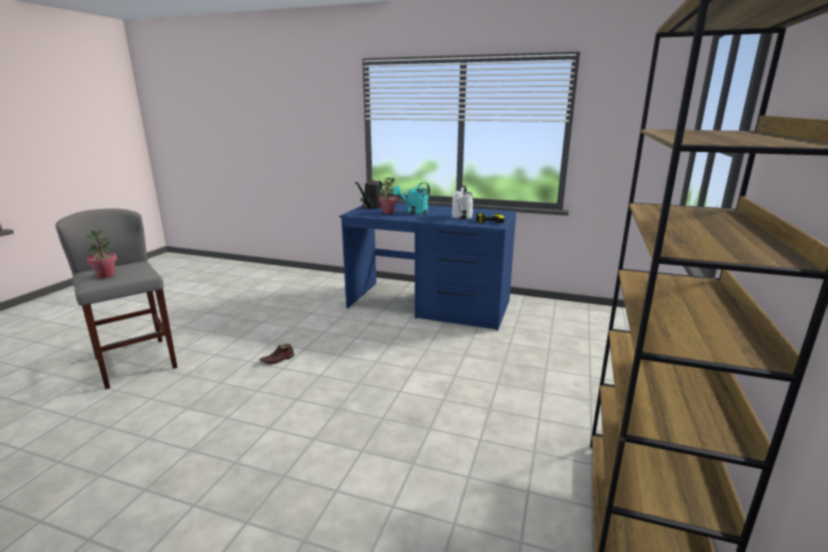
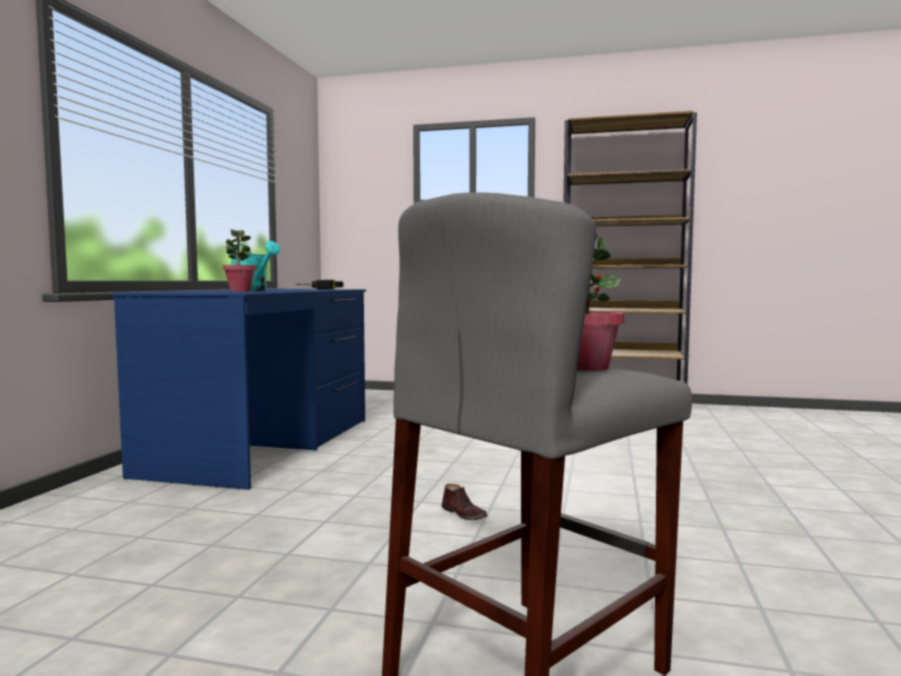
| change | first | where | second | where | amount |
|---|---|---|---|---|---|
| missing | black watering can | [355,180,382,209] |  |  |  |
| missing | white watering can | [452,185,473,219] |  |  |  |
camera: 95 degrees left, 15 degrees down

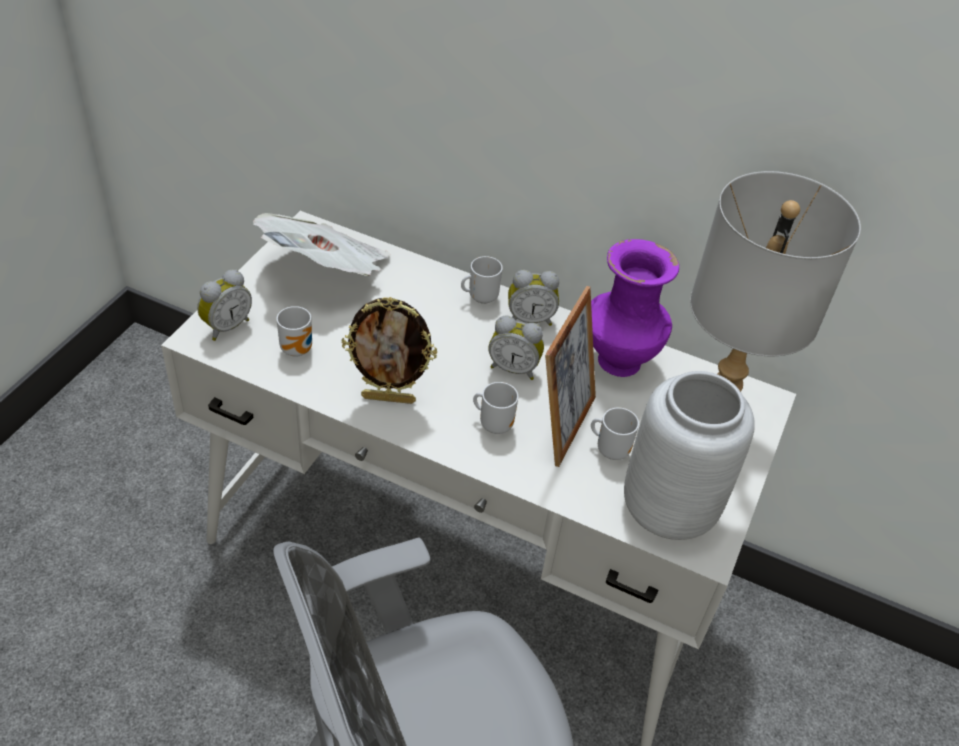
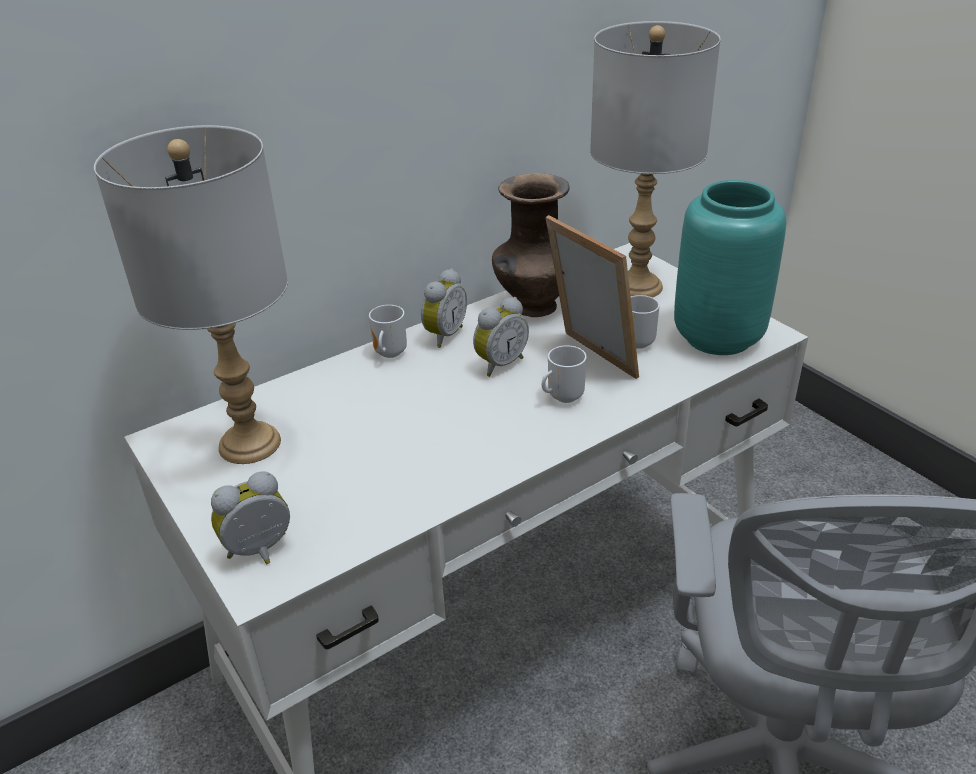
| change | first | where | second | where | amount |
|---|---|---|---|---|---|
| missing | mug | [276,306,312,357] |  |  |  |
| missing | picture frame | [342,297,437,404] |  |  |  |
| exchanged | newspaper | [253,213,391,276] | grey table lamp | [94,125,288,464] |  |
| colour | purple vase | [591,239,679,377] | brown vase | [492,173,570,317] |  |
| colour | grey vase | [624,371,755,540] | turquoise vase | [674,180,786,355] |  |
| spun | alarm clock | [197,270,252,341] |  | [211,471,290,564] | 105 degrees counterclockwise |
camera: 55 degrees left, 10 degrees down

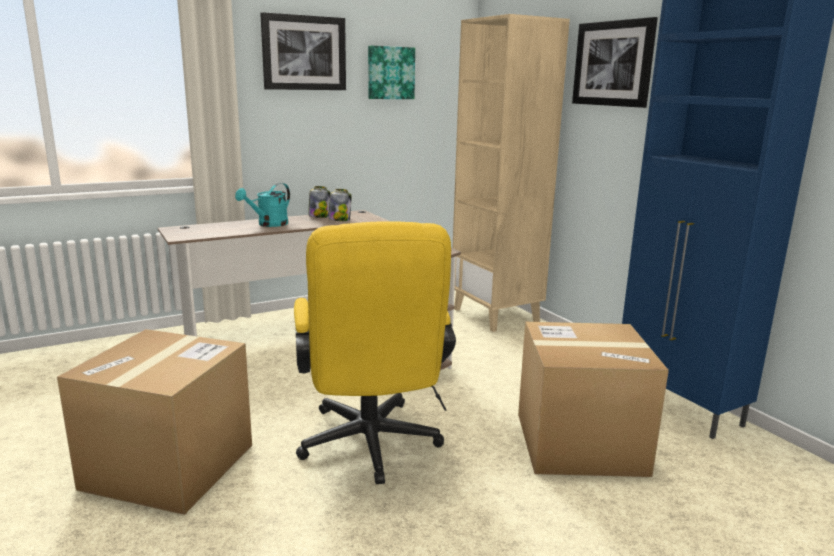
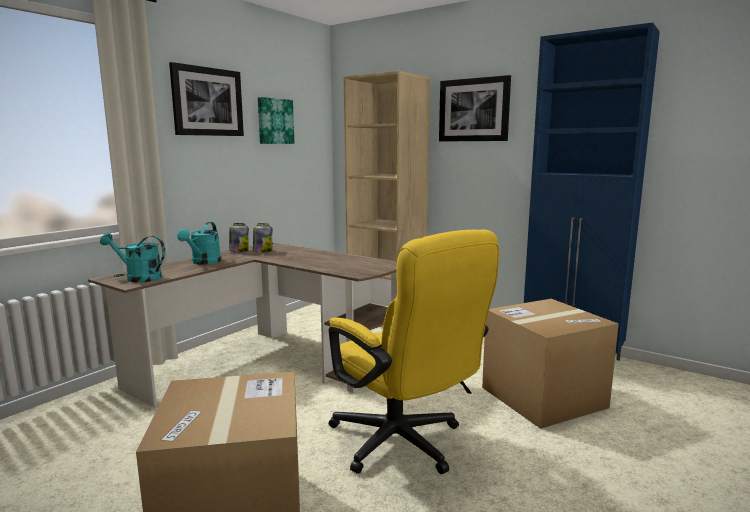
| change | first | where | second | where | amount |
|---|---|---|---|---|---|
| appeared |  |  | turquoise watering can | [100,233,165,283] |  |
camera: 25 degrees left, 5 degrees down

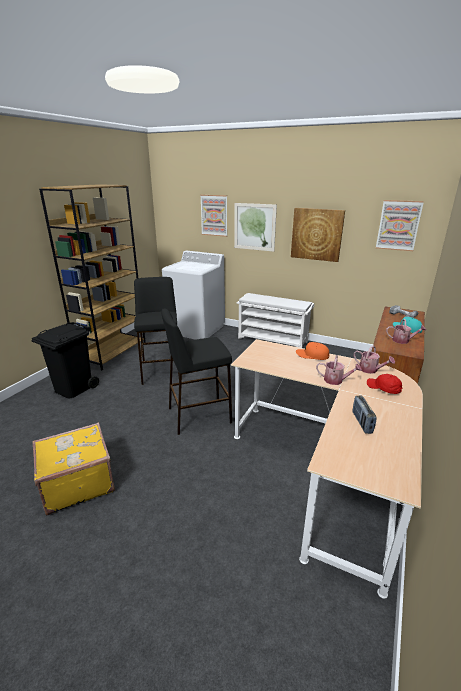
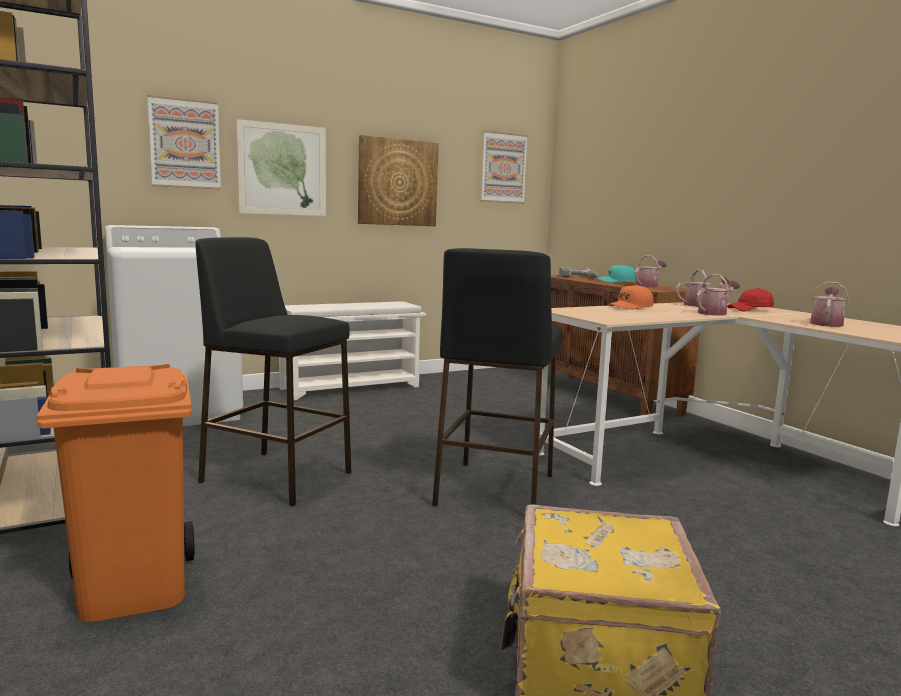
| change | first | where | second | where | amount |
|---|---|---|---|---|---|
| exchanged | radio | [352,395,377,434] | watering can | [810,282,849,327] |  |
| colour | black trash can | [32,322,99,398] | orange trash can | [37,364,195,622] |  |
camera: 55 degrees left, 15 degrees down

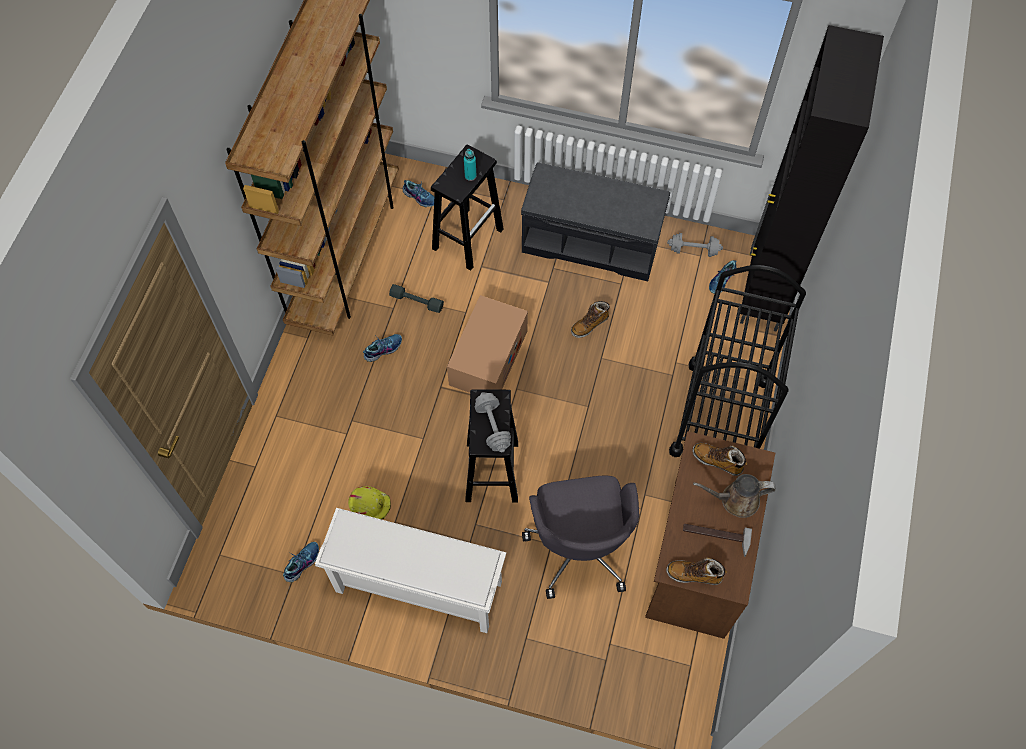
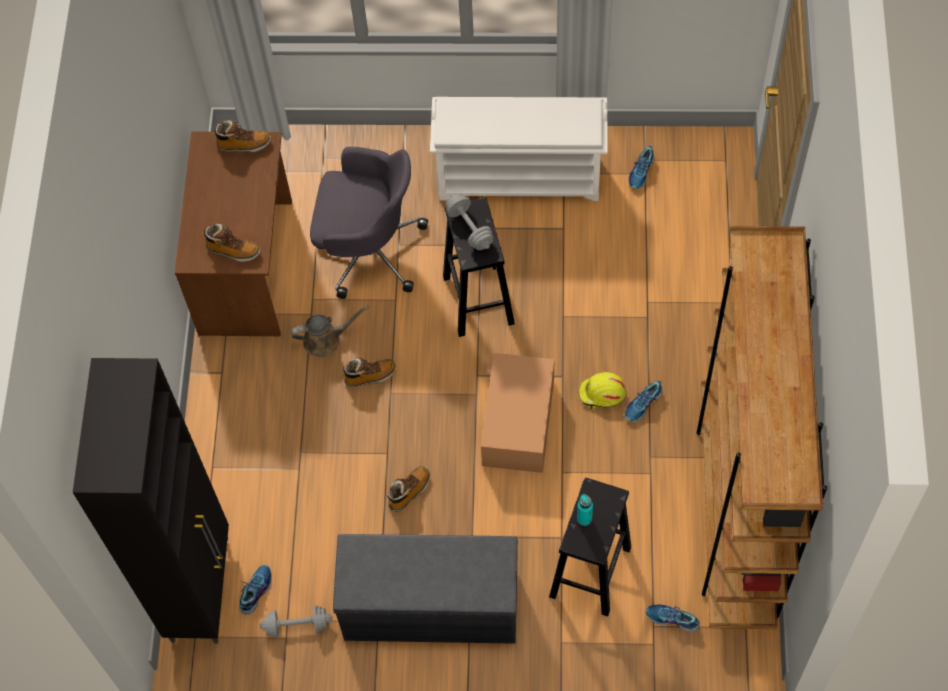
| change | first | where | second | where | amount |
|---|---|---|---|---|---|
| missing | grey dumbbell | [389,284,444,313] |  |  |  |
| missing | black cart | [669,265,806,457] |  |  |  |
| missing | hammer | [683,524,752,557] |  |  |  |
| appeared |  |  | boot | [342,357,396,387] |  |
| relocated | yellow hard hat | [348,486,391,519] |  | [578,372,626,409] |  |
| relocated | brown watering can | [693,474,776,518] |  | [291,306,369,357] |  |
| spun | grey office chair | [522,476,639,599] |  | [310,147,428,299] | 120 degrees clockwise |
camera: 170 degrees right, 0 degrees up

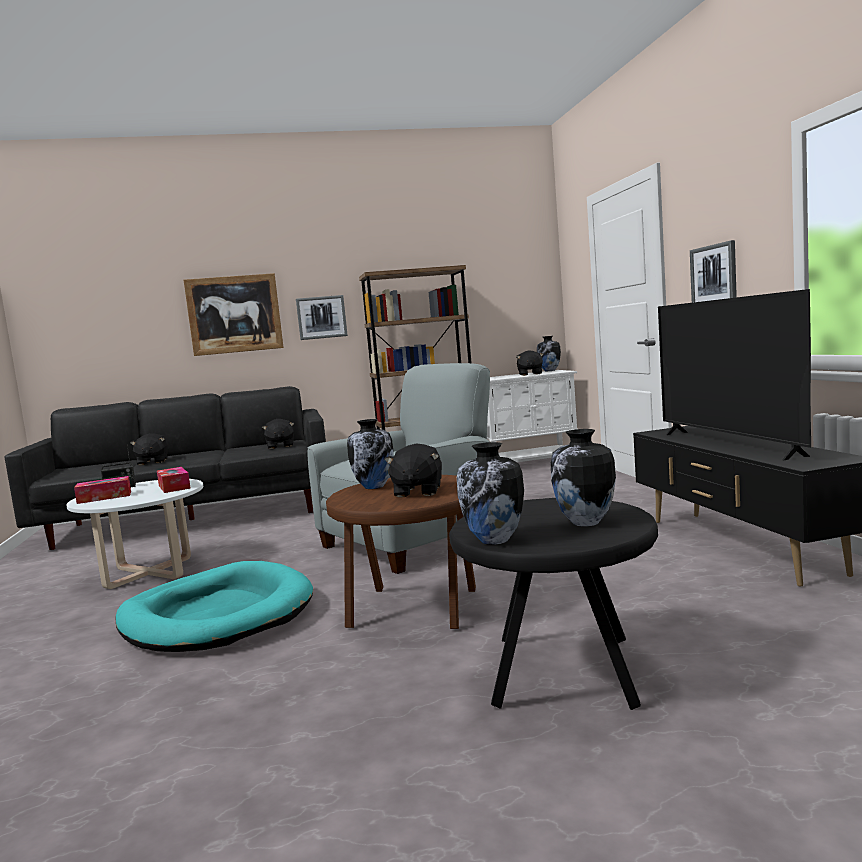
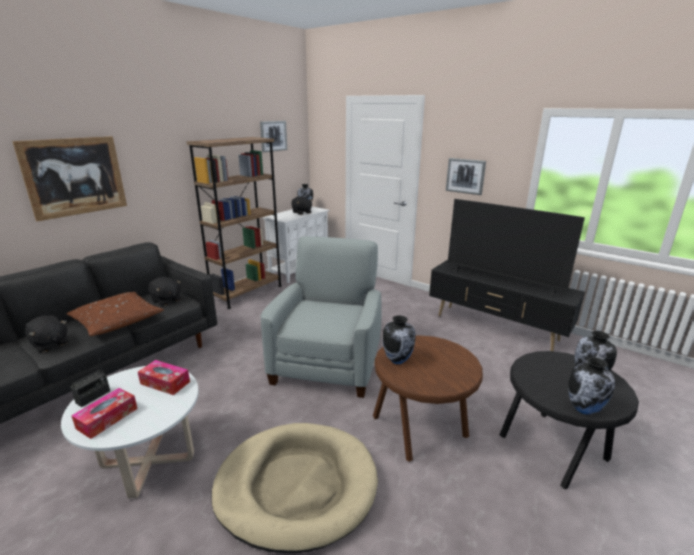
| change | first | where | second | where | amount |
|---|---|---|---|---|---|
| missing | black plush toy | [384,444,442,498] |  |  |  |
| appeared |  |  | brown pillow | [66,292,164,336] |  |
| relocated | picture | [296,295,348,340] |  | [260,121,287,152] |  |
| colour | turquoise dog bed | [116,561,313,652] | beige dog bed | [211,423,378,553] |  |
camera: 40 degrees left, 15 degrees up

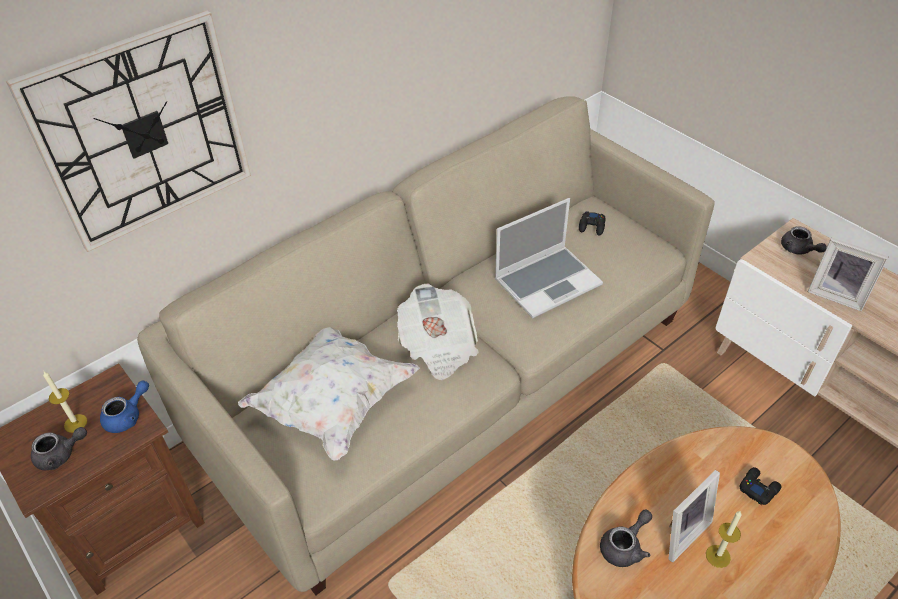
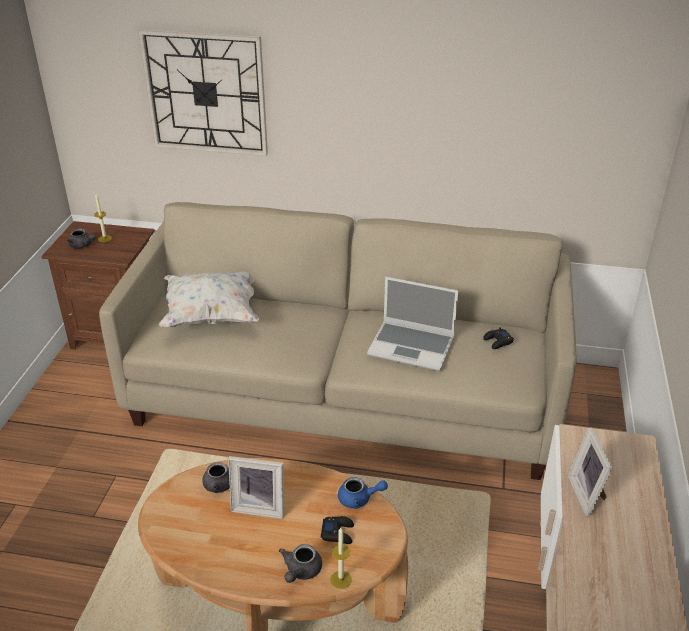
| change | first | where | second | where | amount |
|---|---|---|---|---|---|
| missing | newspaper | [397,284,479,380] |  |  |  |
| relocated | blue teapot | [100,380,149,433] |  | [338,477,388,509] |  |
| relocated | candle | [706,510,742,568] |  | [330,528,352,589] |  |
| relocated | grey teapot | [781,226,827,255] |  | [279,544,322,583] |  |
camera: 50 degrees right, 10 degrees down

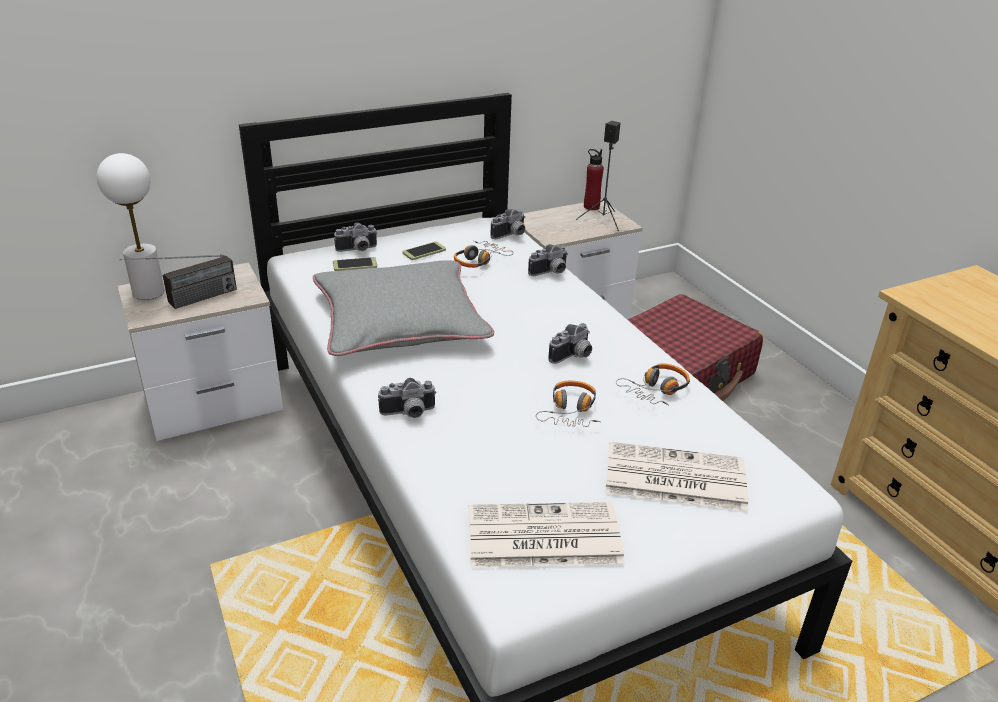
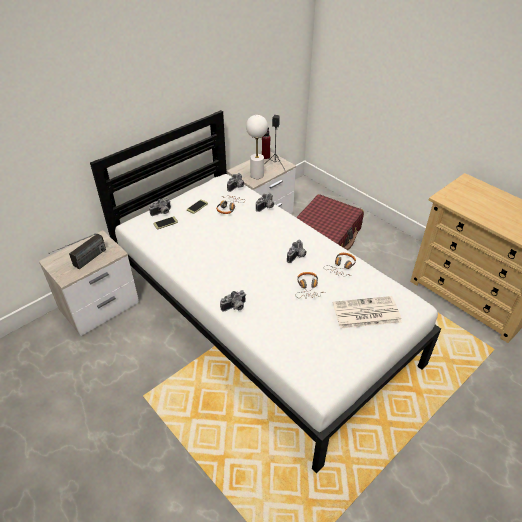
| change | first | where | second | where | amount |
|---|---|---|---|---|---|
| missing | grey pillow | [313,260,494,356] |  |  |  |
| missing | newspaper | [469,502,625,568] |  |  |  |
| relocated | white table lamp | [97,153,165,300] |  | [246,115,268,179] |  |
camera: 15 degrees left, 10 degrees up

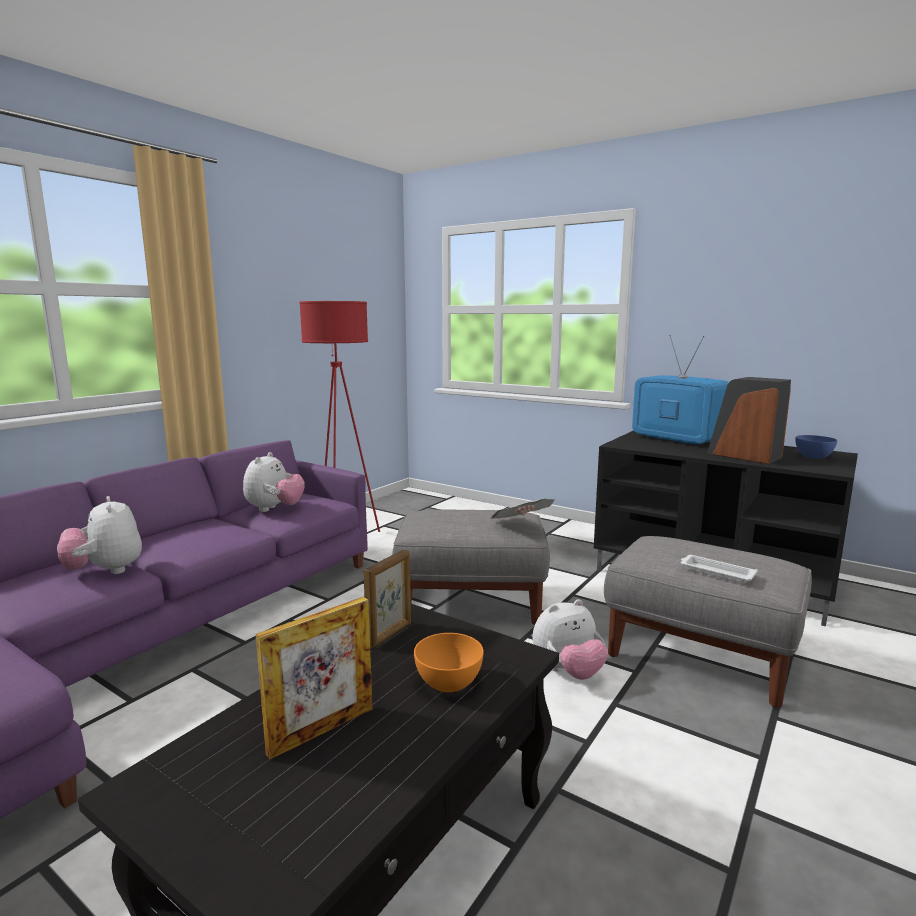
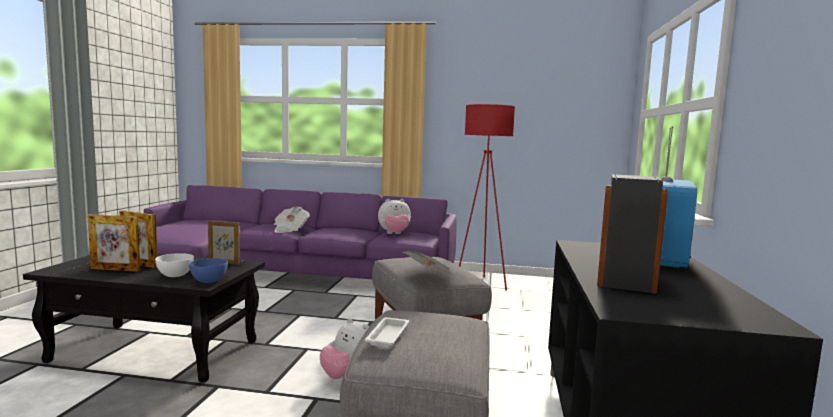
| change | first | where | second | where | amount |
|---|---|---|---|---|---|
| appeared |  |  | picture frame | [87,214,140,272] |  |
| relocated | blue bowl | [795,435,837,459] |  | [189,258,228,283] |  |
| exchanged | plush toy | [57,496,142,574] | newspaper | [274,207,310,233] |  |
| colour | orange bowl | [414,633,484,692] | white bowl | [155,253,194,277] |  |
camera: 65 degrees right, 5 degrees down

